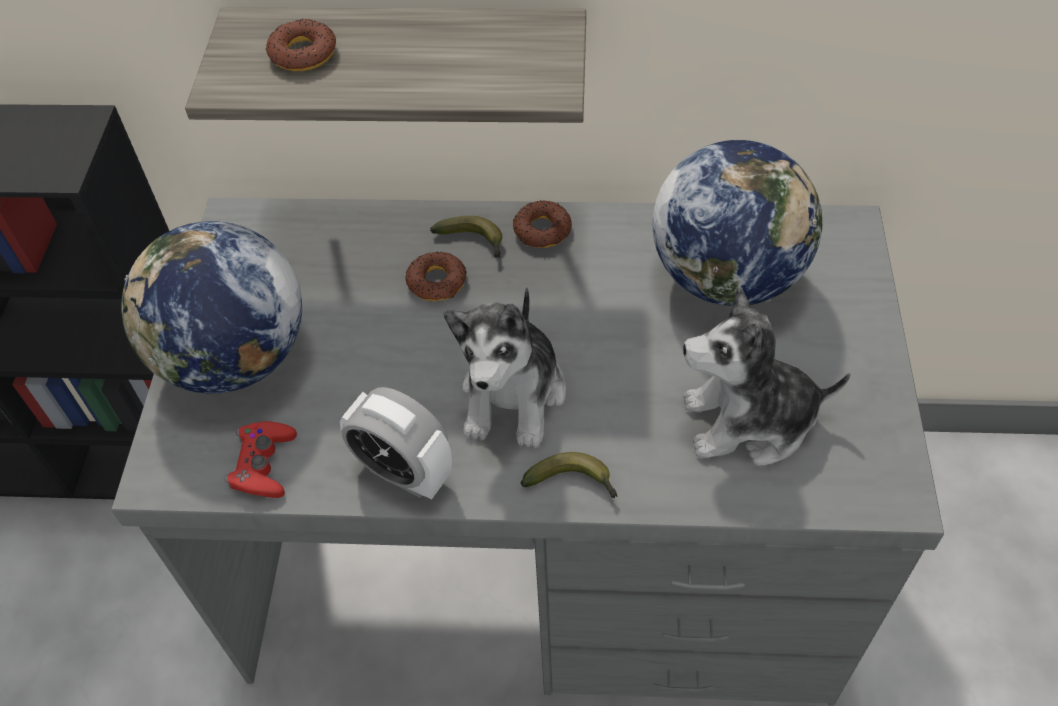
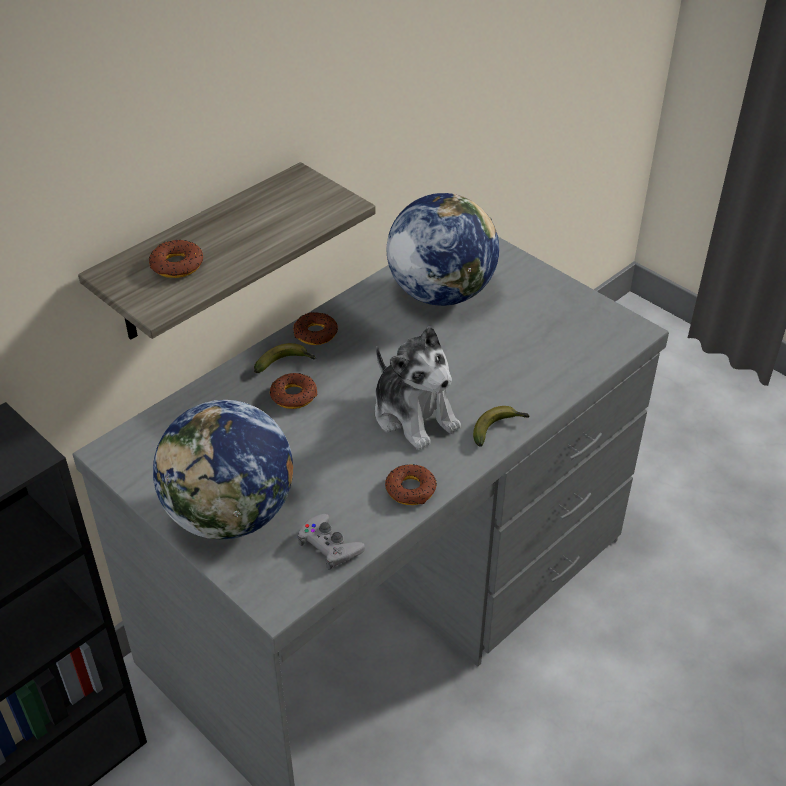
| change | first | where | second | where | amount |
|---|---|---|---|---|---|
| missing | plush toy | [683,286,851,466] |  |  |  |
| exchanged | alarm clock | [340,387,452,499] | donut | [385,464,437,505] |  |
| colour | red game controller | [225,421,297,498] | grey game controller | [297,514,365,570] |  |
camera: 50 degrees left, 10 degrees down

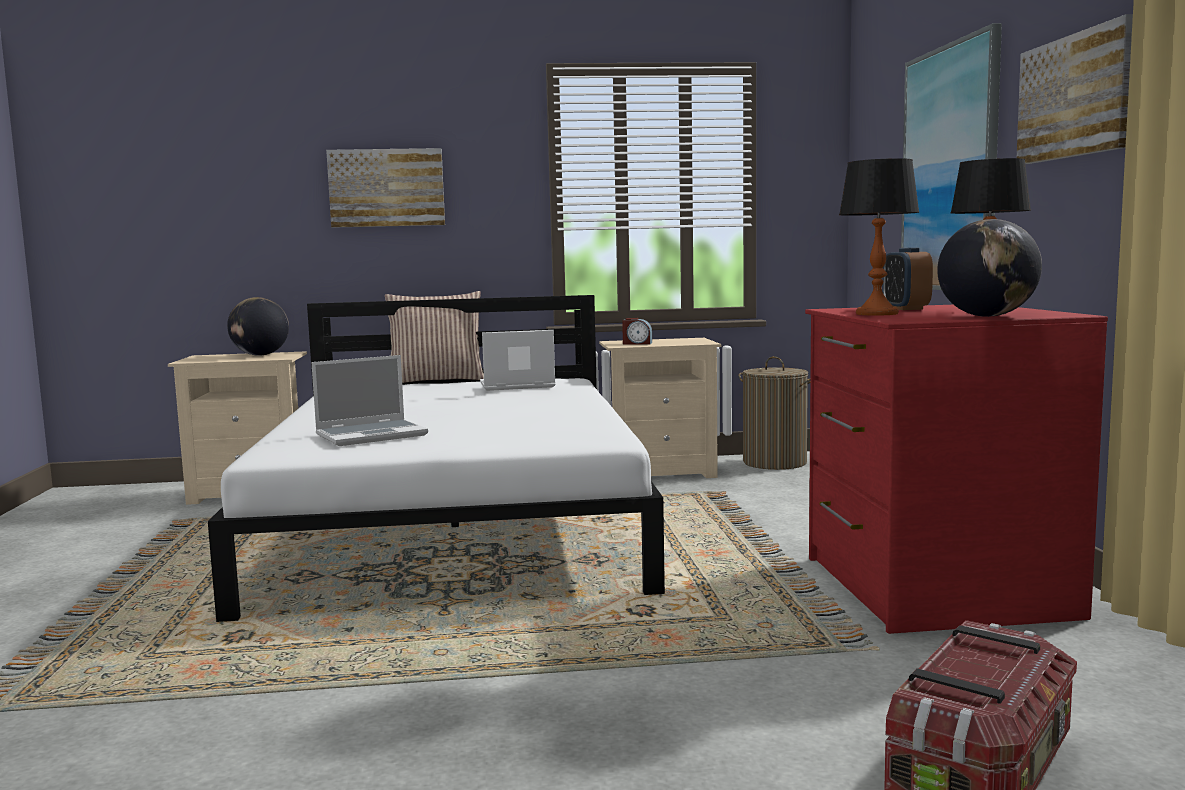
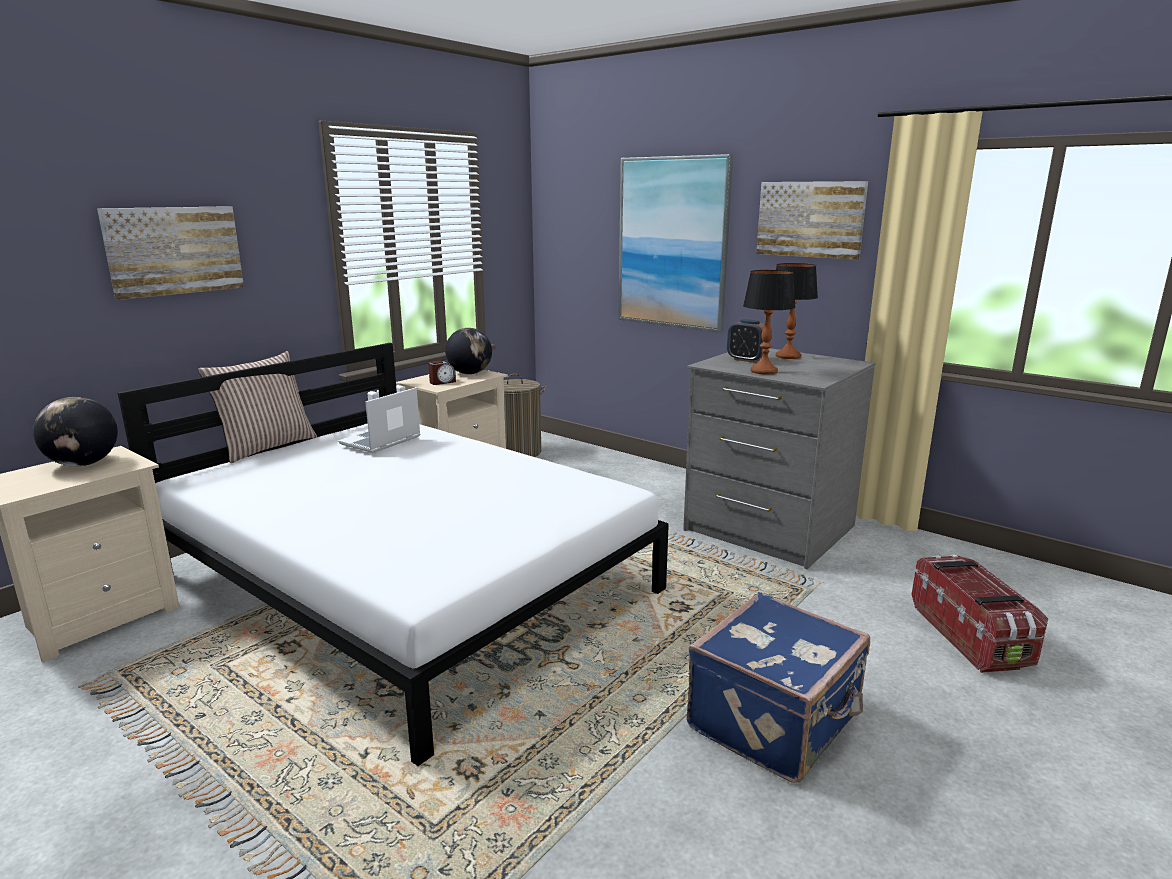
| change | first | where | second | where | amount |
|---|---|---|---|---|---|
| missing | laptop | [311,355,428,446] |  |  |  |
| appeared |  |  | blue suitcase | [687,592,870,783] |  |
| relocated | globe | [937,219,1042,317] |  | [445,328,492,374] |  |
| colour | red dresser | [805,305,1108,634] | grey dresser | [683,348,875,569] |  |
camera: 45 degrees left, 10 degrees up

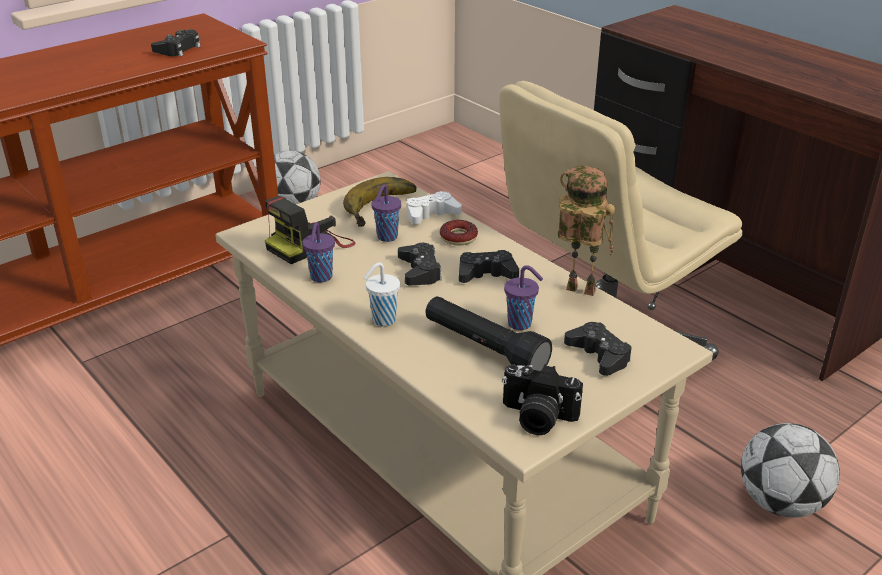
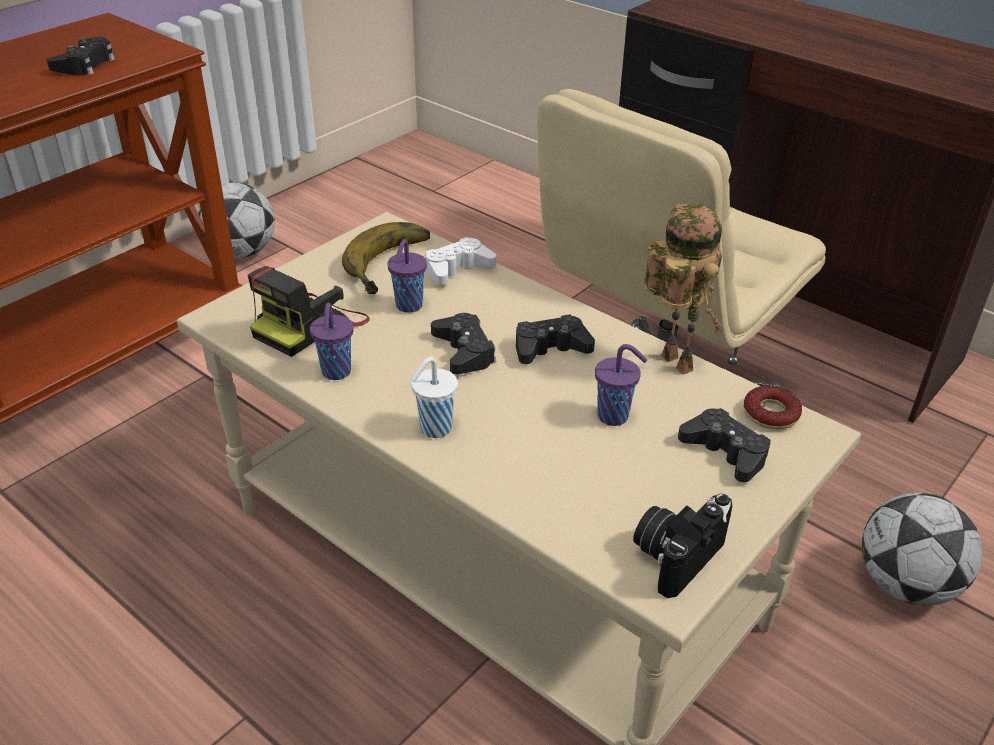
| change | first | where | second | where | amount |
|---|---|---|---|---|---|
| missing | black flashlight | [425,296,552,371] |  |  |  |
| relocated | donut | [440,220,478,245] |  | [744,386,802,430] |  |
| spun | photo camera | [502,364,583,435] |  | [633,494,732,598] | 120 degrees clockwise |
| spun | toy robot | [557,166,615,296] |  | [644,203,724,375] | 45 degrees clockwise |
camera: 10 degrees left, 5 degrees up

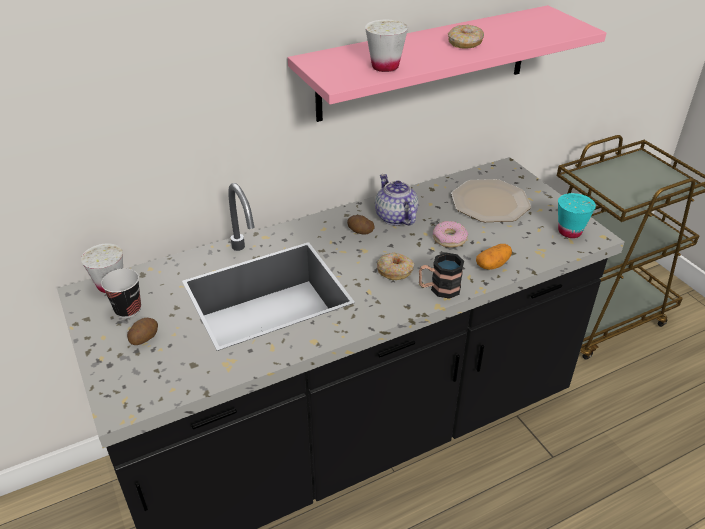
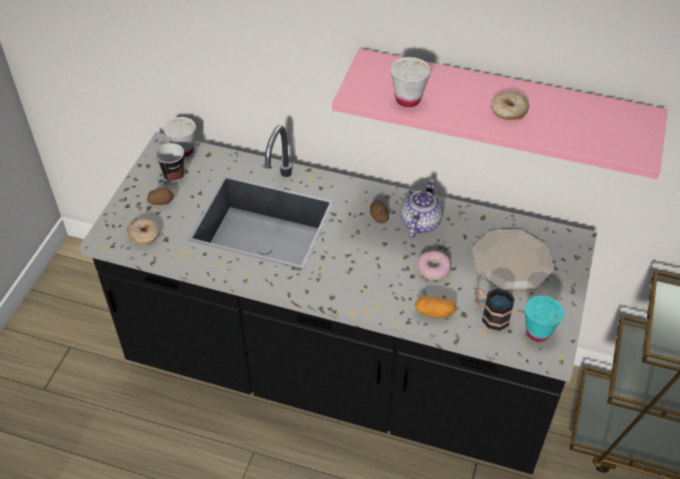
| change | first | where | second | where | amount |
|---|---|---|---|---|---|
| relocated | donut | [377,253,414,280] |  | [127,218,160,245] |  |
| relocated | mug | [419,252,464,299] |  | [474,288,515,331] |  |
camera: 45 degrees right, 10 degrees up

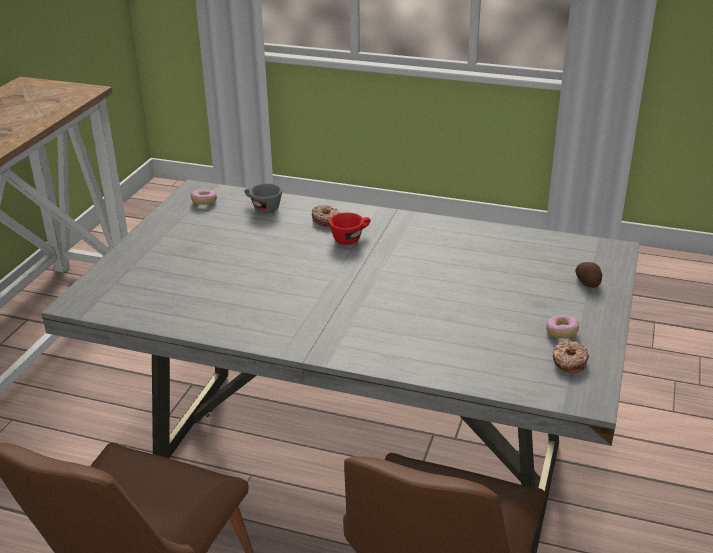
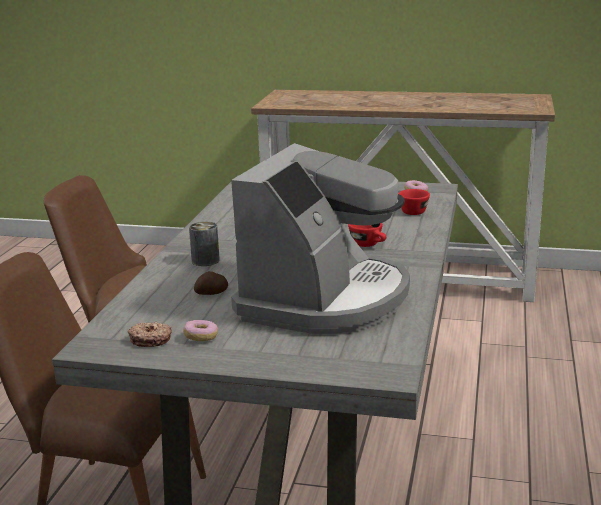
| change | first | where | second | where | amount |
|---|---|---|---|---|---|
| missing | donut | [312,205,340,227] |  |  |  |
| appeared |  |  | can | [189,221,220,266] |  |
| appeared |  |  | coffee machine | [231,143,410,334] |  |
| relocated | potato | [575,262,602,288] |  | [194,271,228,295] |  |
| colour | grey cup | [245,183,282,213] | red cup | [398,189,430,215] |  |
camera: 85 degrees right, 10 degrees down

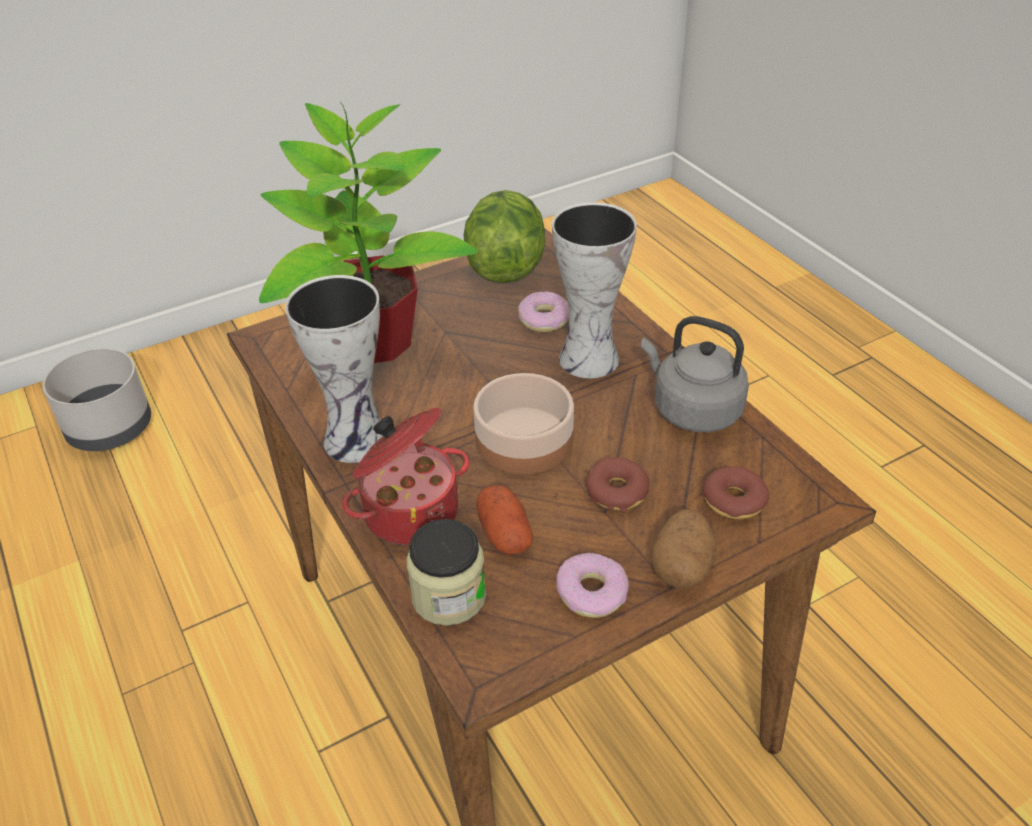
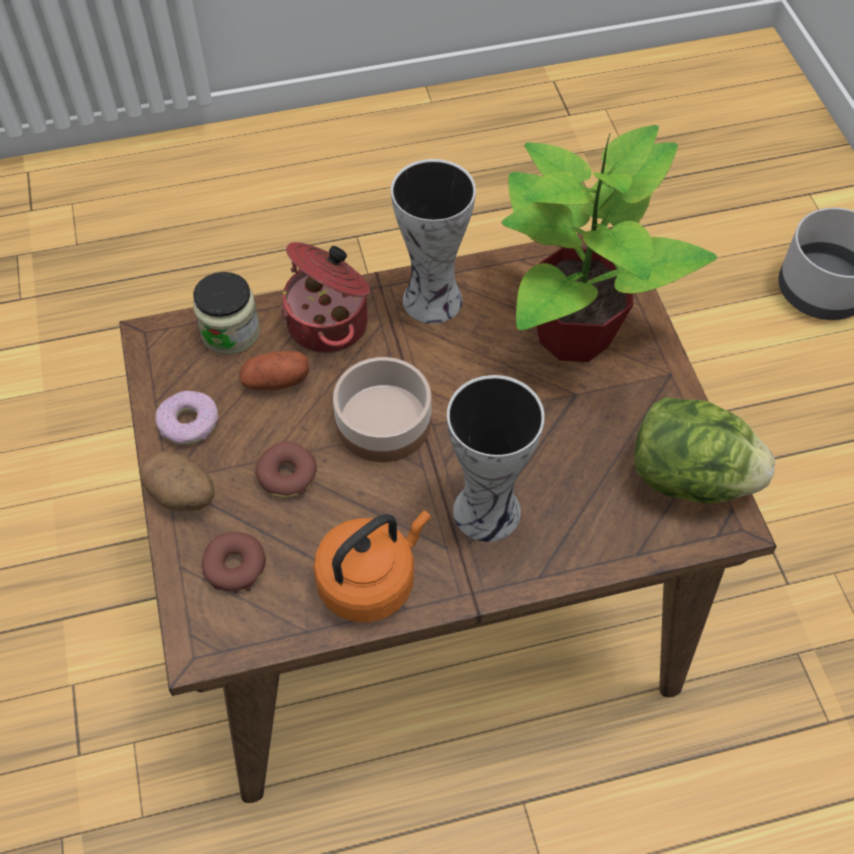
| change | first | where | second | where | amount |
|---|---|---|---|---|---|
| missing | donut | [518,291,569,332] |  |  |  |
| colour | grey kettle | [641,316,749,432] | orange kettle | [314,511,431,622] |  |
camera: 105 degrees right, 15 degrees up

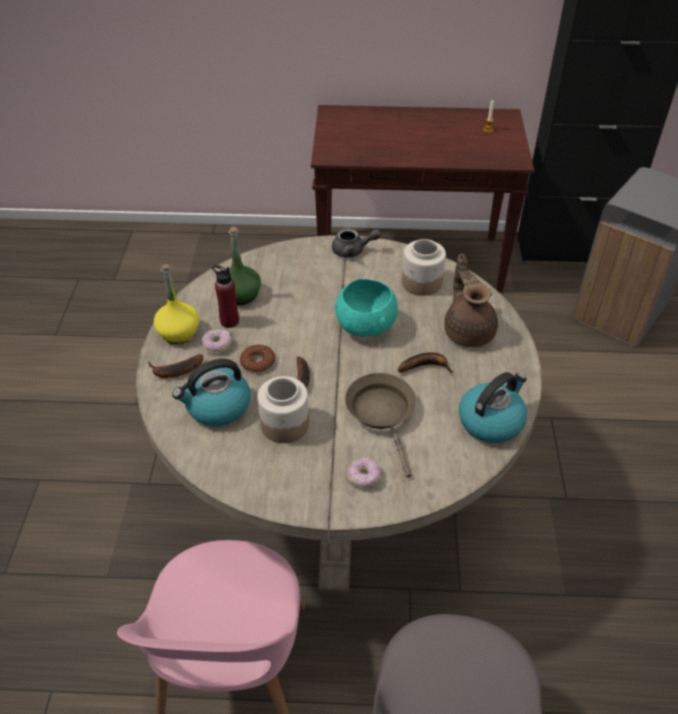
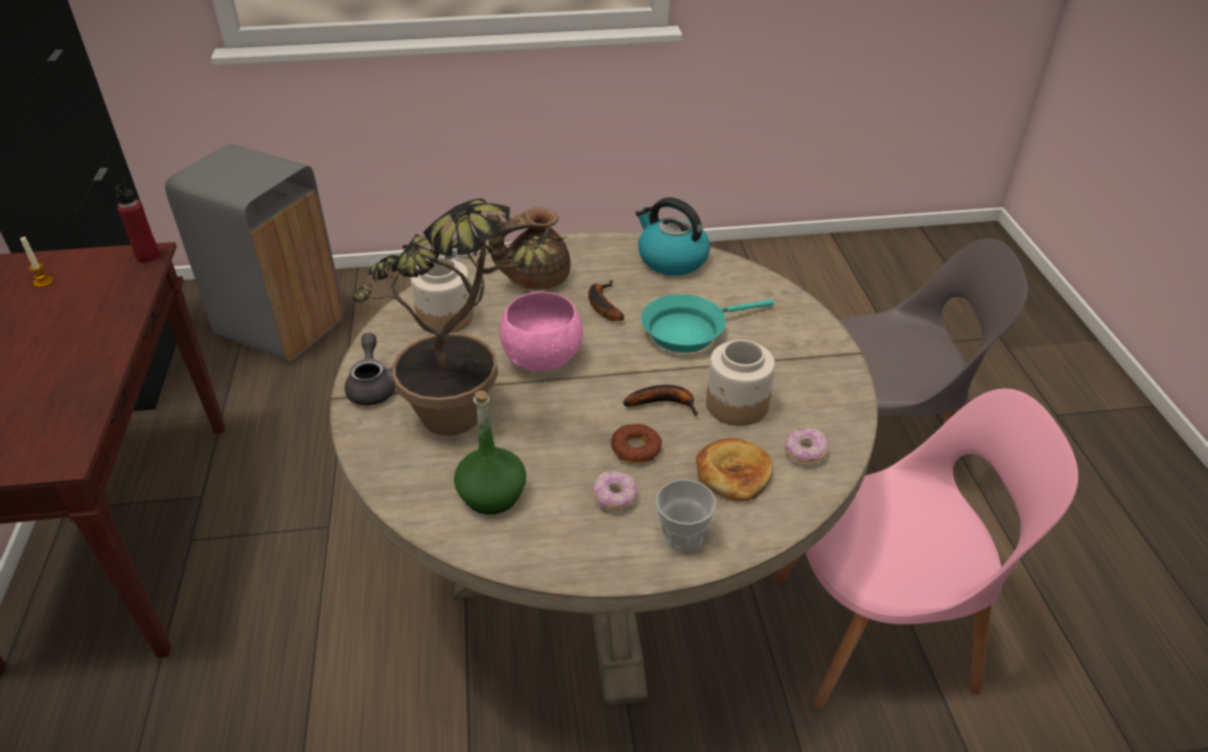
| change | first | where | second | where | amount |
|---|---|---|---|---|---|
| missing | yellow bottle | [154,264,199,344] |  |  |  |
| appeared |  |  | potted plant | [353,199,566,436] |  |
| relocated | red bottle | [212,265,239,328] |  | [116,179,160,263] |  |
| relocated | donut | [348,457,380,488] |  | [785,428,829,466] |  |
| exchanged | banana | [148,354,203,378] | cup | [656,479,716,552] |  |
| exchanged | kettle | [172,359,251,426] | bread | [696,438,773,501] |  |
| colour | turquoise bowl | [335,279,398,337] | pink bowl | [499,292,583,371] |  |
| colour | brown frying pan | [345,373,416,478] | turquoise frying pan | [641,294,774,353] |  |
camera: 100 degrees left, 5 degrees down

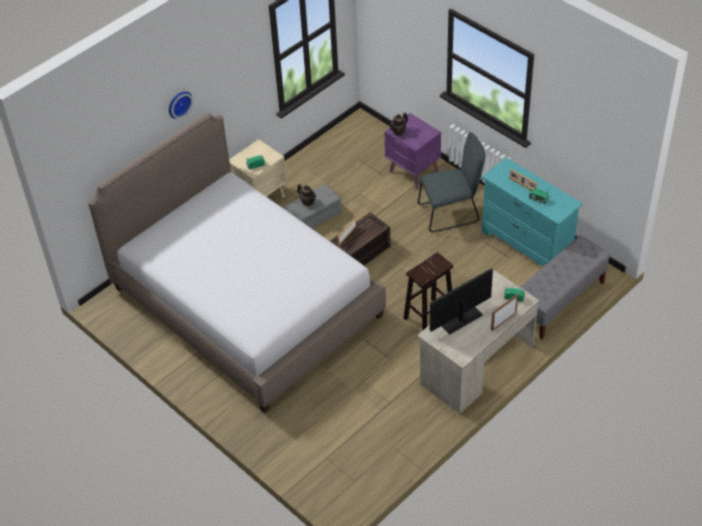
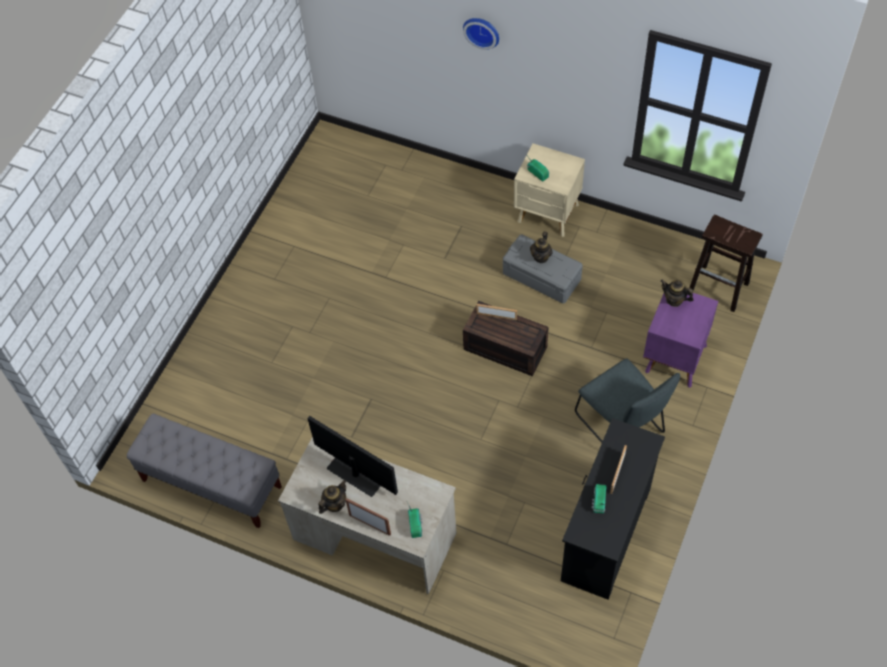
| change | first | where | second | where | amount |
|---|---|---|---|---|---|
| missing | bed | [88,113,386,413] |  |  |  |
| appeared |  |  | teapot | [318,480,346,514] |  |
| relocated | brown stool | [404,252,453,331] |  | [689,215,763,312] |  |
| relocated | grey bench | [520,235,610,339] |  | [127,414,282,528] |  |
| colour | turquoise dresser | [482,157,583,267] | black dresser | [561,418,665,600] |  |
camera: 70 degrees right, 10 degrees up

